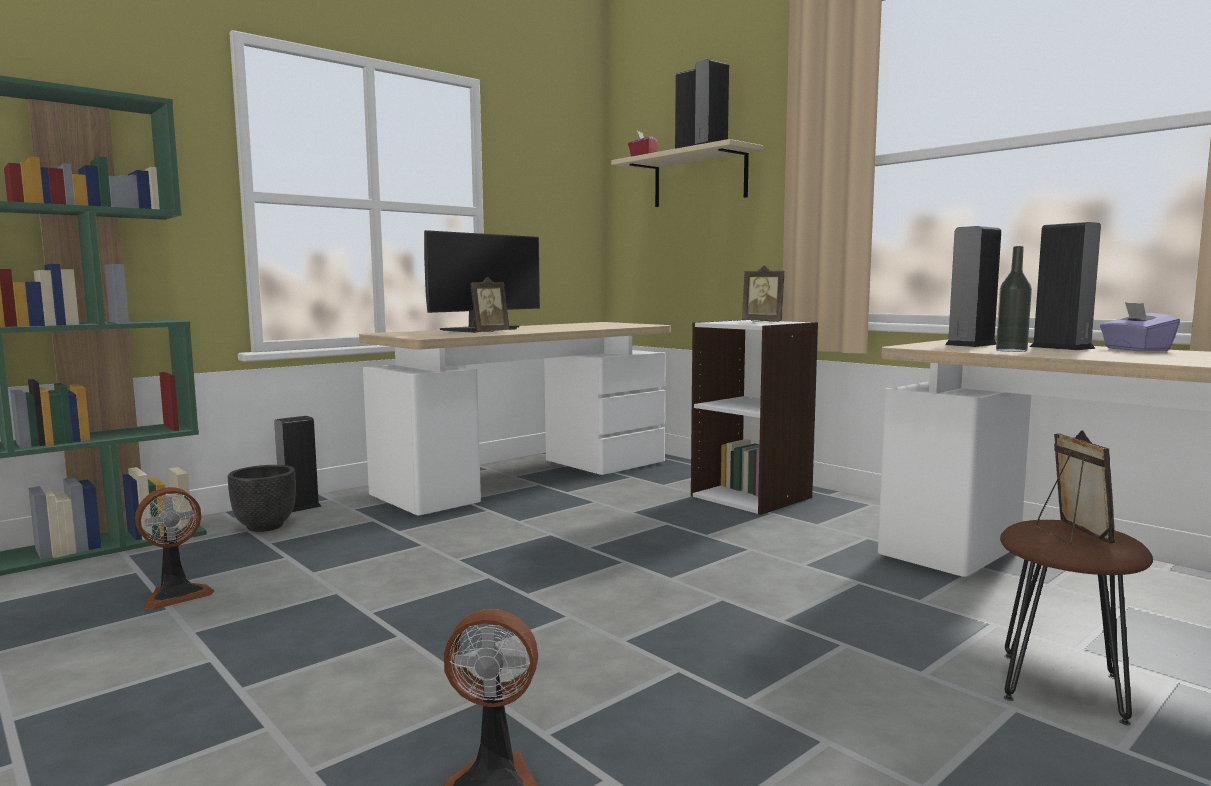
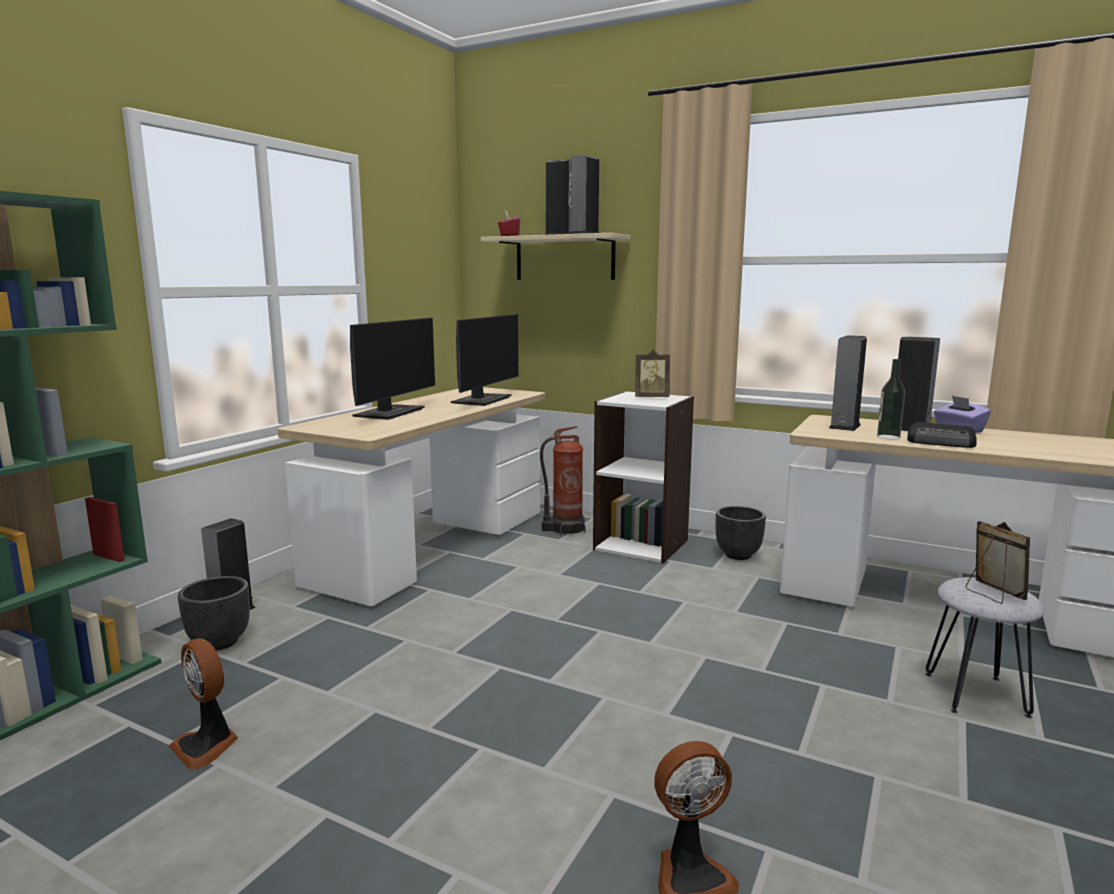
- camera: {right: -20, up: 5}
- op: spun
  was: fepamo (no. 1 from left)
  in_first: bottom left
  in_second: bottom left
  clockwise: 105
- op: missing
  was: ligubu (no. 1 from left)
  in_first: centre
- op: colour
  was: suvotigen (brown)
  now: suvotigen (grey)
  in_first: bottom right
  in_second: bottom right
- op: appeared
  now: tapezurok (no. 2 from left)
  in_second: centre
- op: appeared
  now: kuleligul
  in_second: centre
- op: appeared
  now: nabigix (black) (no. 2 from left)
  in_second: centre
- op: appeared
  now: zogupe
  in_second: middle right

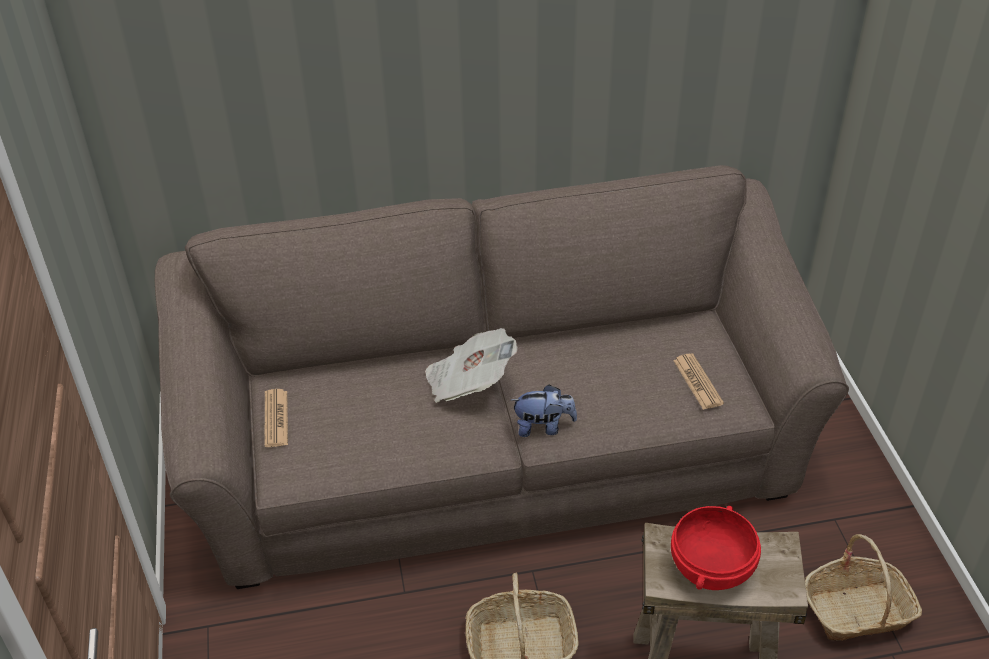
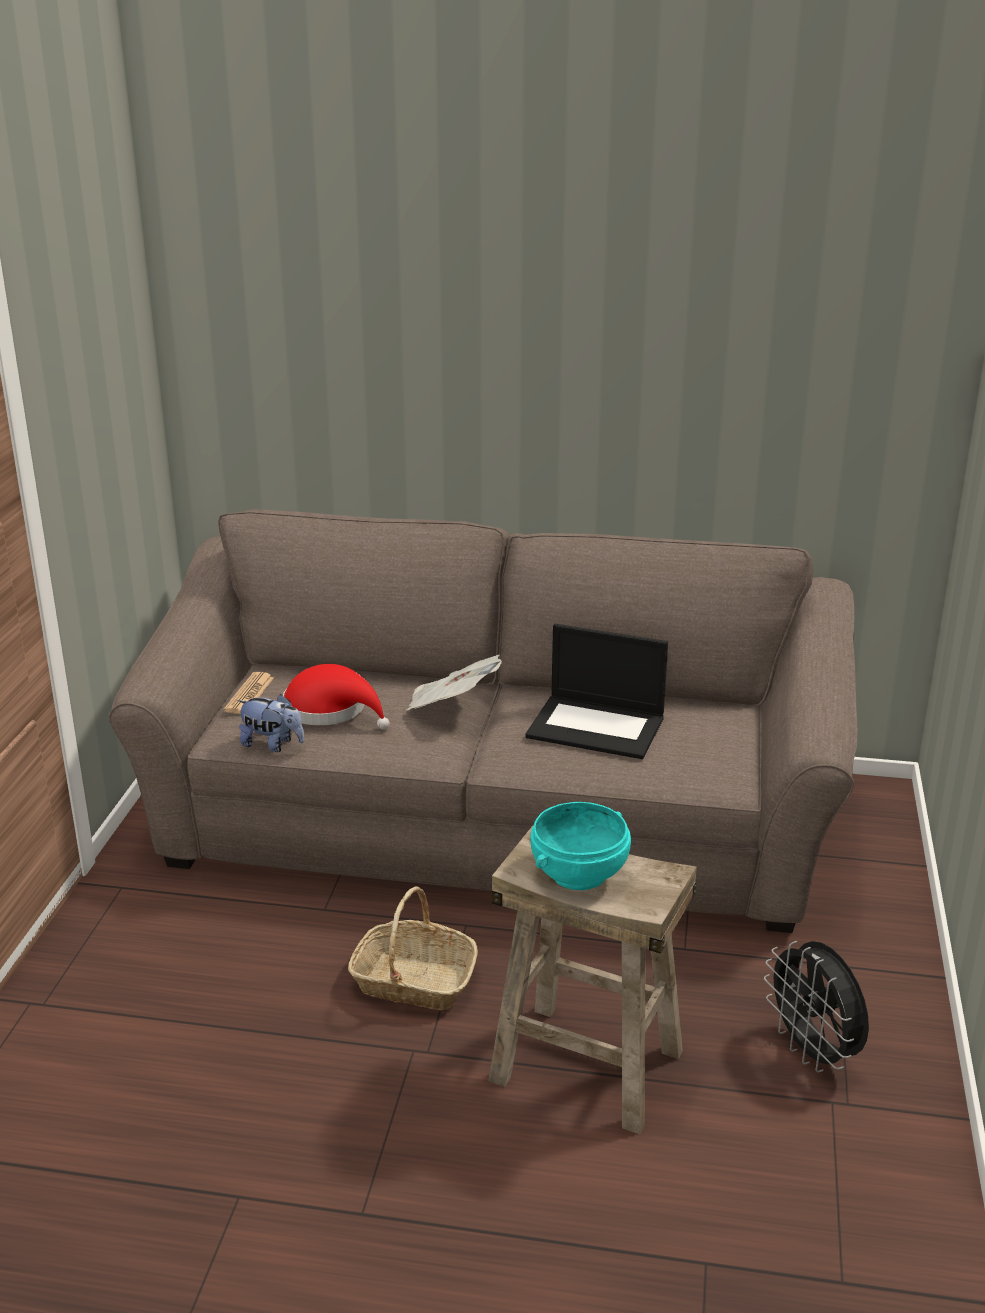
- camera: {right: 20, up: -15}
- op: relocated
  was: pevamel
  in_first: centre
  in_second: middle left
- op: colour
  was: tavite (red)
  now: tavite (turquoise)
  in_first: bottom right
  in_second: centre
- op: missing
  was: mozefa (no. 3 from left)
  in_first: middle right
- op: exchanged
  was: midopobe (no. 2 from left)
  now: fepamo (black)
  in_first: bottom right
  in_second: bottom right
- op: appeared
  now: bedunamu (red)
  in_second: centre
- op: appeared
  now: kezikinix
  in_second: centre

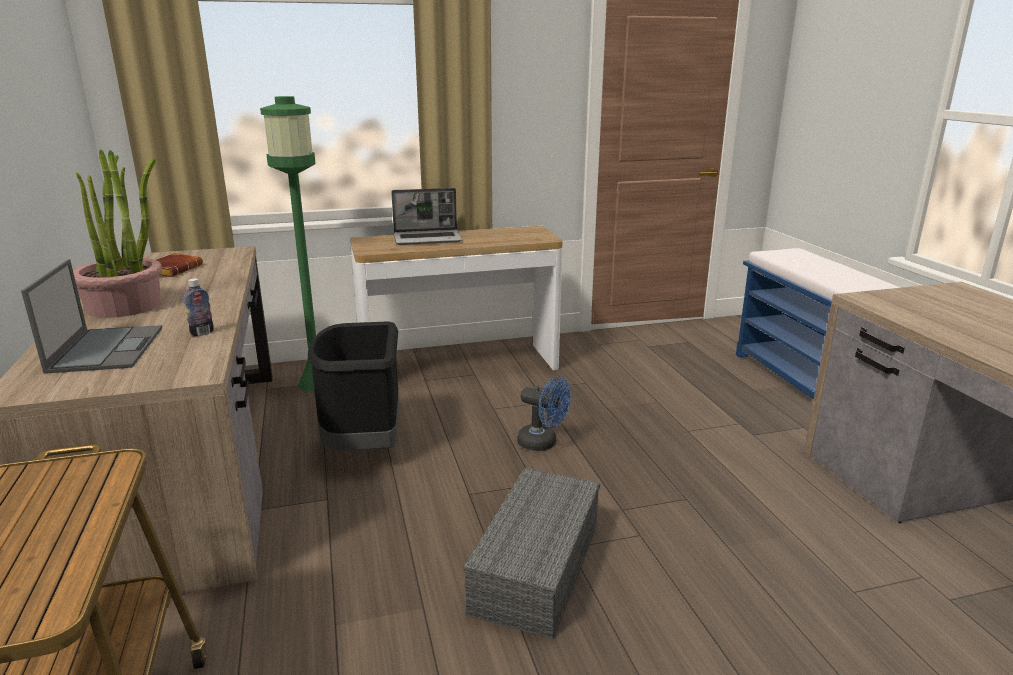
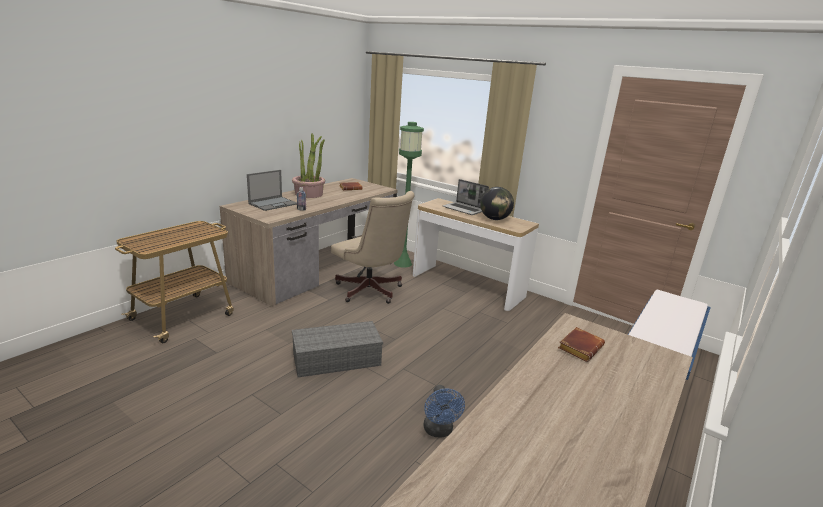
- camera: {right: 50, up: 0}
- op: exchanged
  was: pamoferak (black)
  now: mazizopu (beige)
  in_first: centre
  in_second: centre
- op: relocated
  was: fepamo (blue)
  in_first: centre
  in_second: bottom centre
- op: appeared
  now: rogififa
  in_second: centre
- op: appeared
  now: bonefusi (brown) (no. 2 from left)
  in_second: bottom right

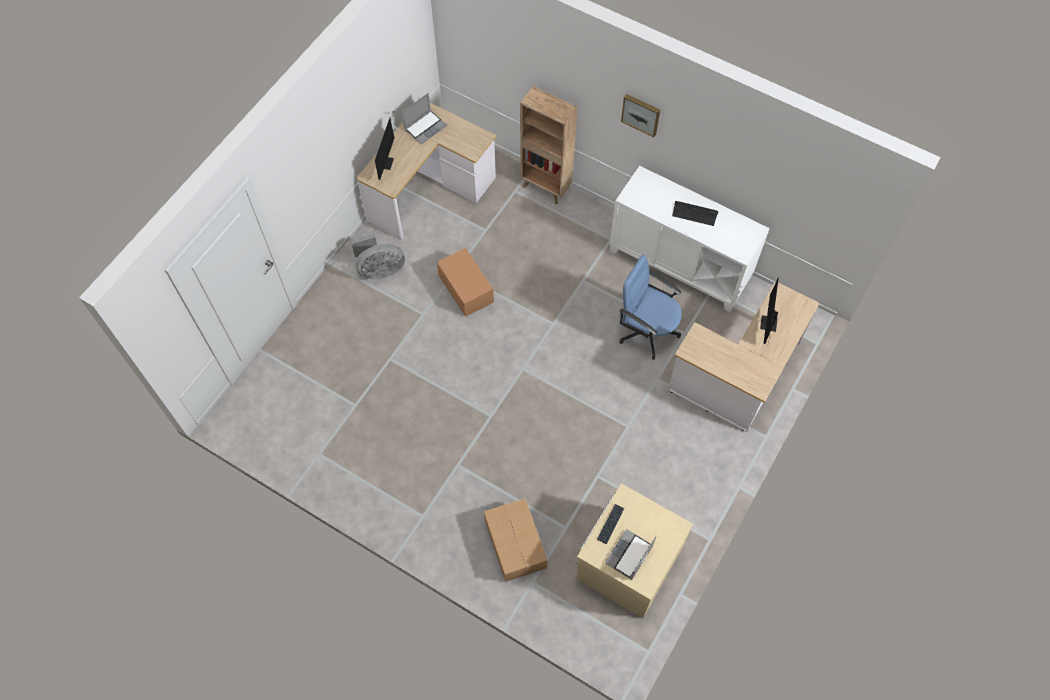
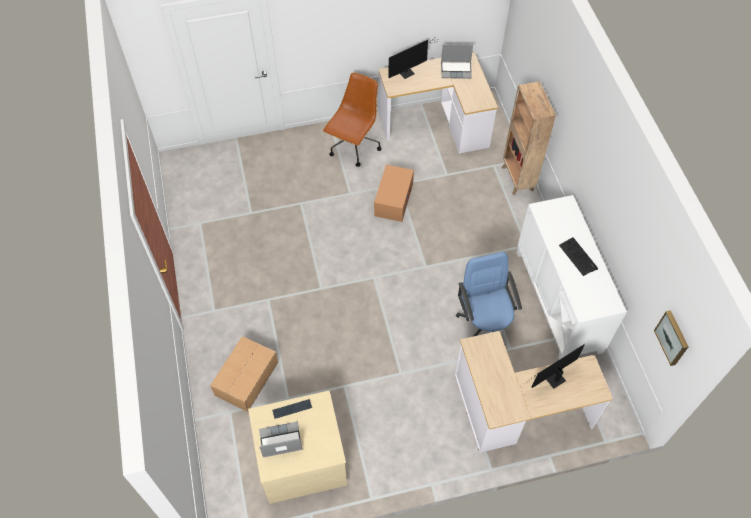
- camera: {right: 45, up: -5}
- op: exchanged
  was: fepamo (grey)
  now: mazizopu (brown)
  in_first: centre
  in_second: top centre
- op: relocated
  was: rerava
  in_first: top centre
  in_second: middle right

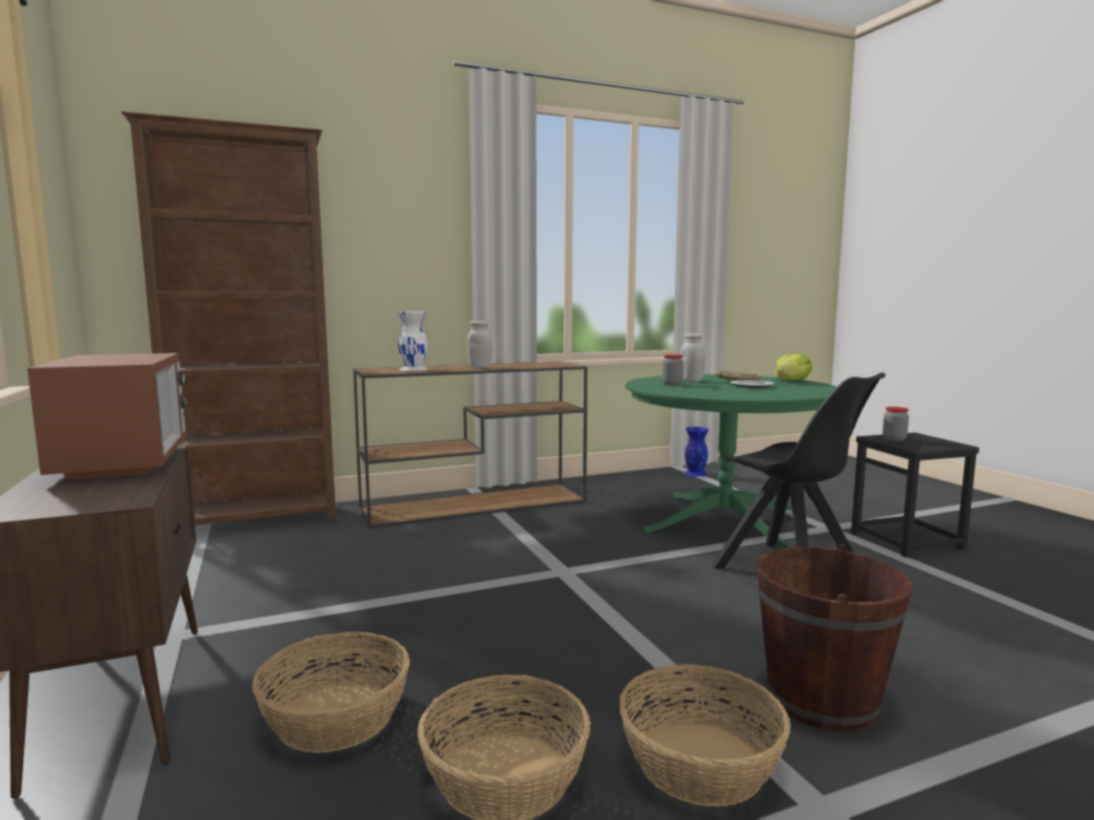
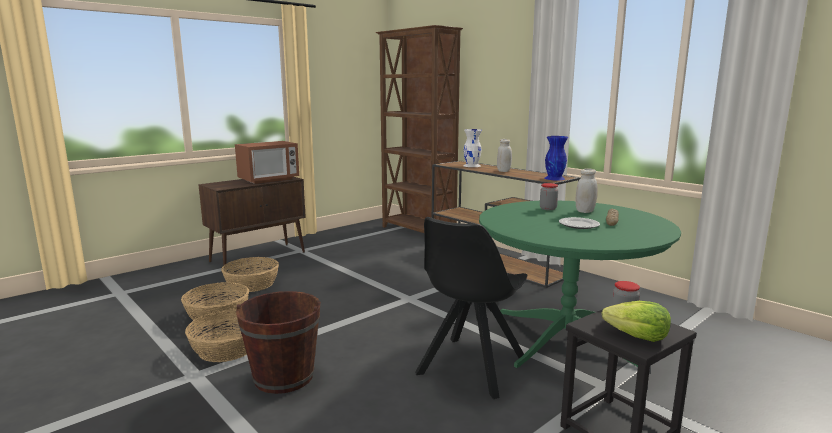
- camera: {right: 70, up: 5}
- op: relocated
  was: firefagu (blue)
  in_first: centre
  in_second: middle right
- op: relocated
  was: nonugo
  in_first: middle right
  in_second: bottom right

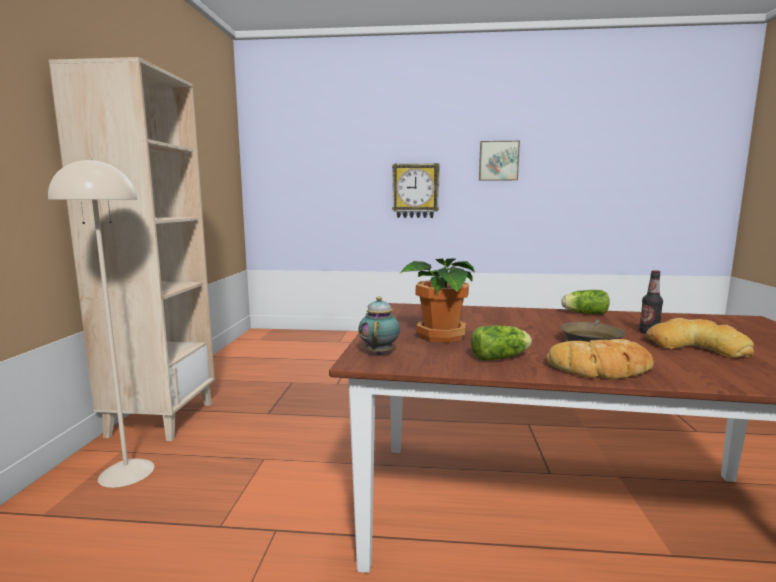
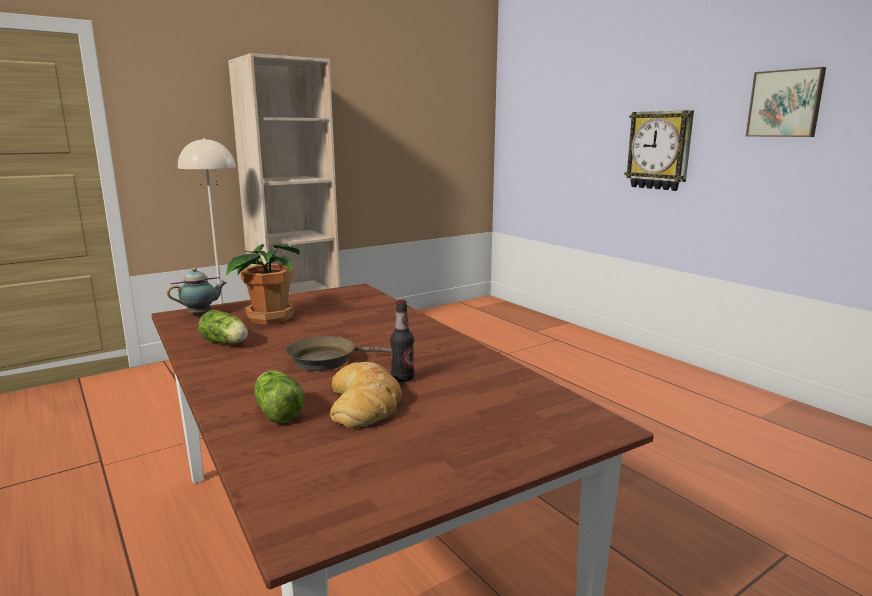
- camera: {right: 50, up: 5}
- op: missing
  was: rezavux (no. 1 from left)
  in_first: middle right
- op: relocated
  was: nonugo (no. 2 from left)
  in_first: middle right
  in_second: middle left

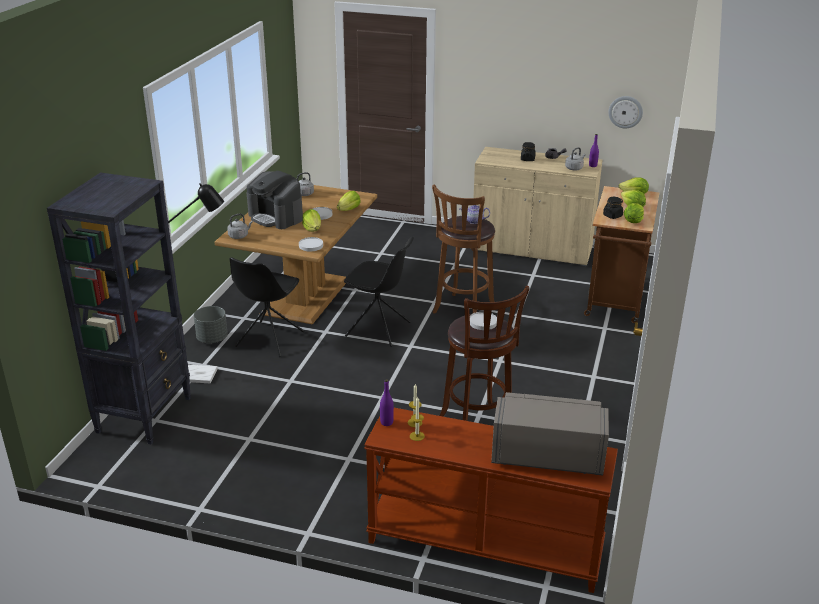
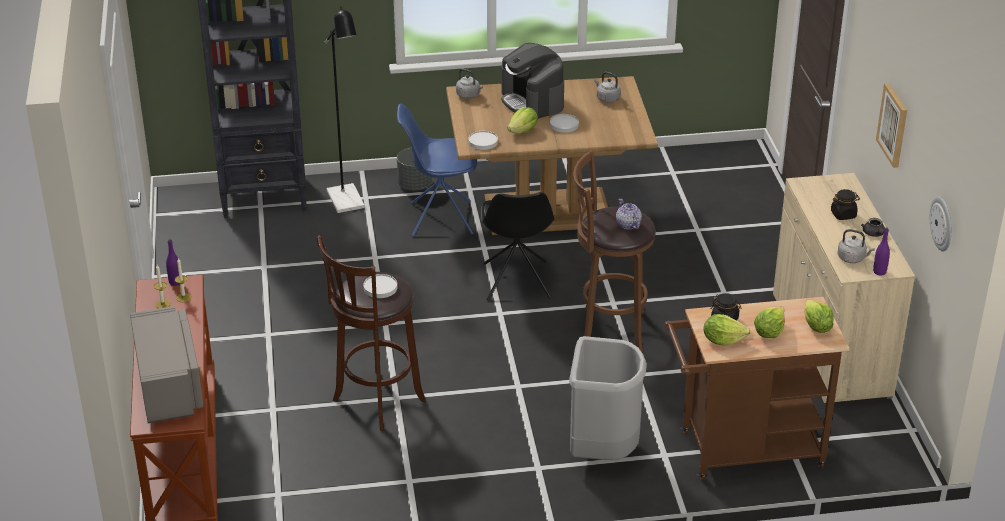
- camera: {right: 65, up: 5}
- op: colour
  was: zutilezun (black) (no. 1 from left)
  now: zutilezun (blue)
  in_first: middle left
  in_second: top centre
- op: spun
  was: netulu
  in_first: top centre
  in_second: top centre
  clockwise: -45
- op: missing
  was: nonugo (no. 2 from left)
  in_first: top centre
- op: appeared
  now: pamoferak (grey)
  in_second: bottom centre
- op: appeared
  now: rerava
  in_second: top right

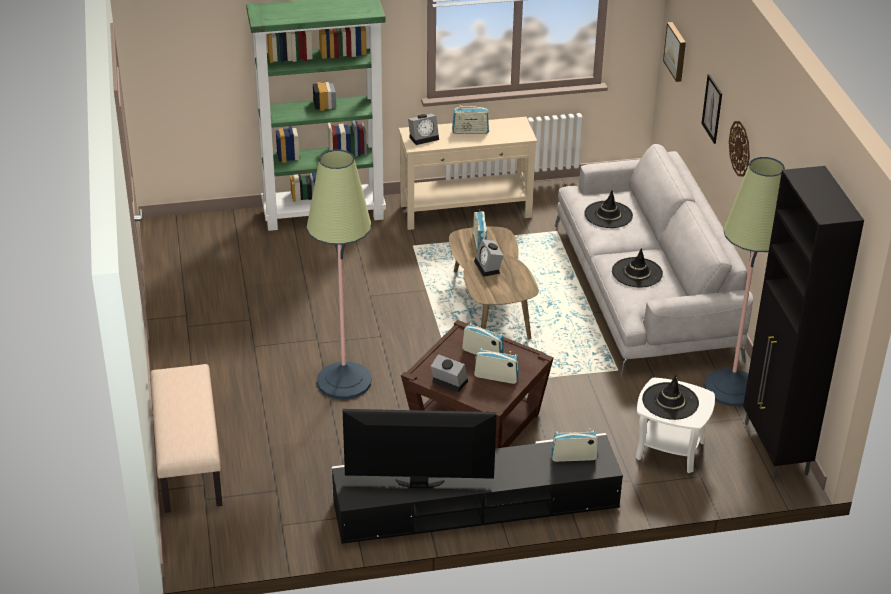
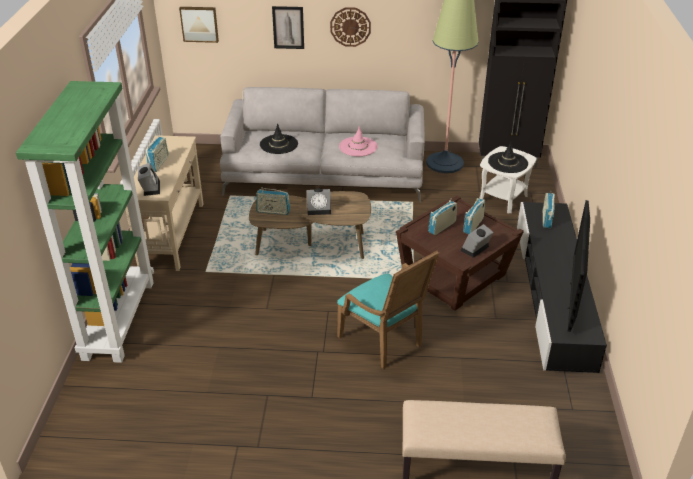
- camera: {right: -75, up: 0}
- op: exchanged
  was: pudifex (no. 1 from left)
  now: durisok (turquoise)
  in_first: centre
  in_second: centre
- op: colour
  was: bedunamu (black) (no. 2 from left)
  now: bedunamu (pink)
  in_first: middle right
  in_second: top centre

